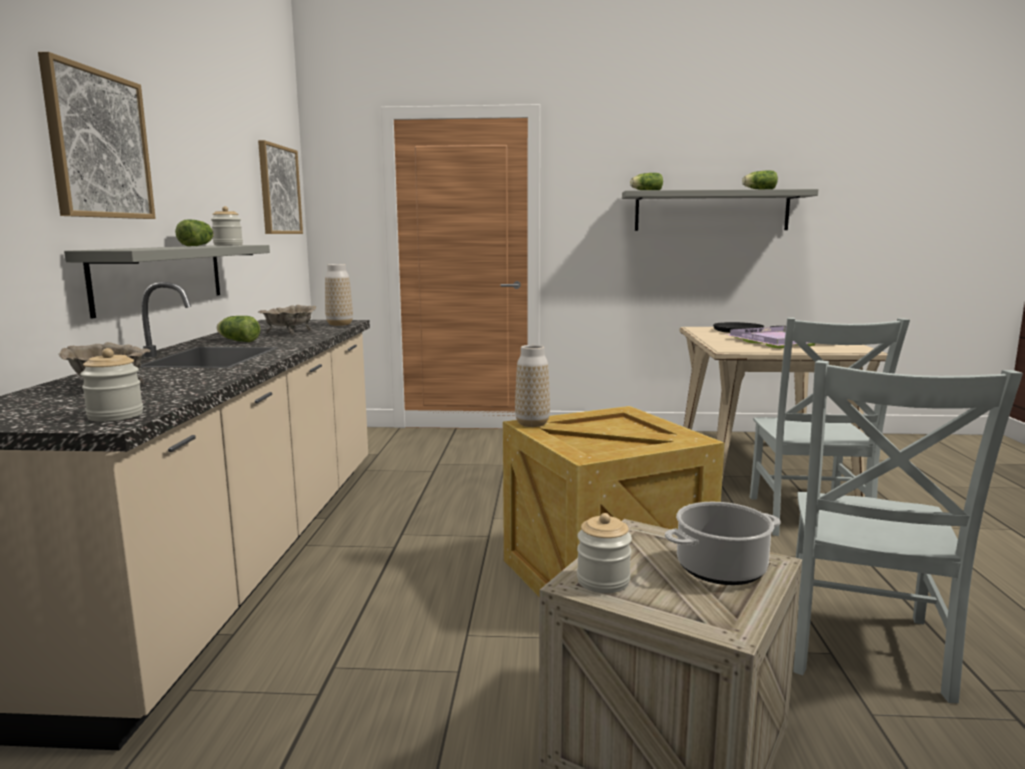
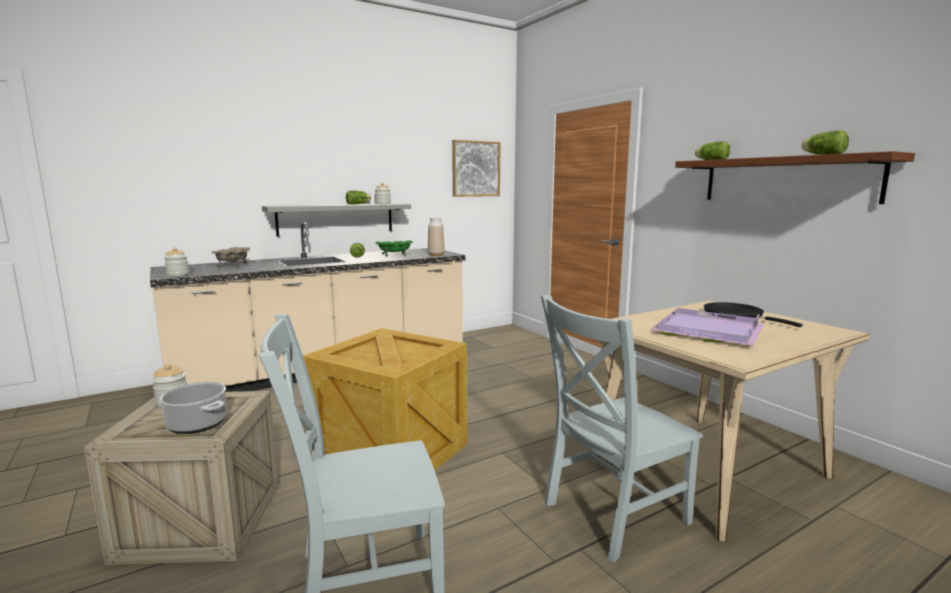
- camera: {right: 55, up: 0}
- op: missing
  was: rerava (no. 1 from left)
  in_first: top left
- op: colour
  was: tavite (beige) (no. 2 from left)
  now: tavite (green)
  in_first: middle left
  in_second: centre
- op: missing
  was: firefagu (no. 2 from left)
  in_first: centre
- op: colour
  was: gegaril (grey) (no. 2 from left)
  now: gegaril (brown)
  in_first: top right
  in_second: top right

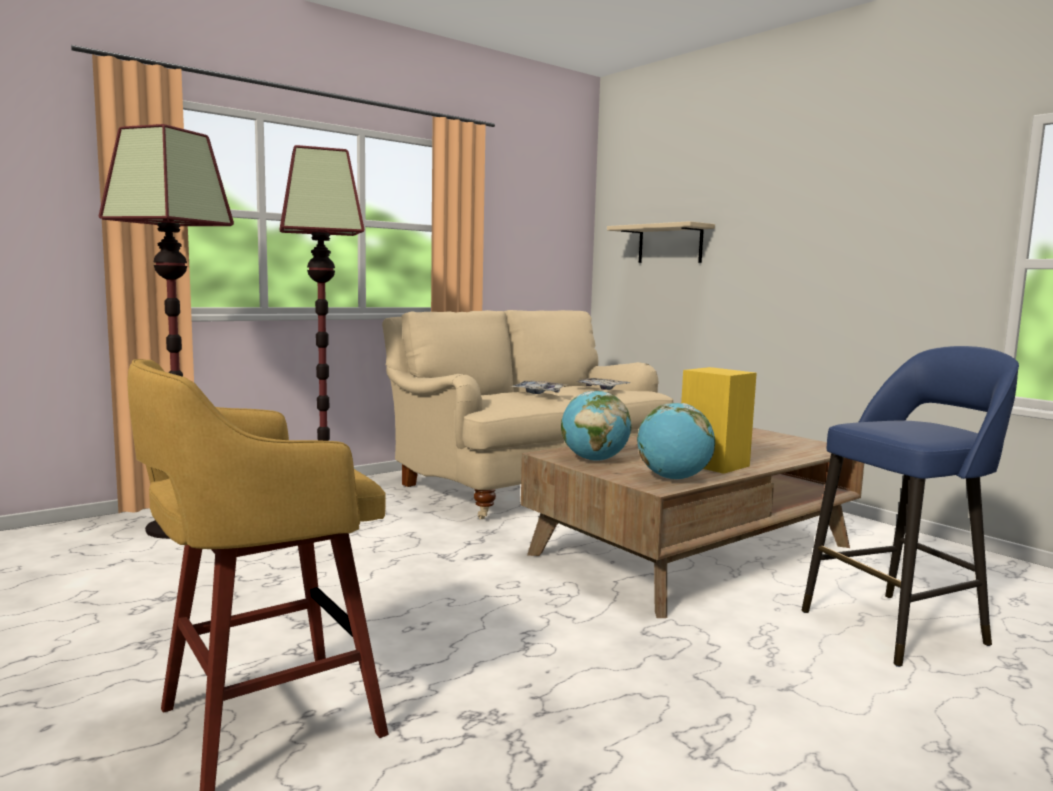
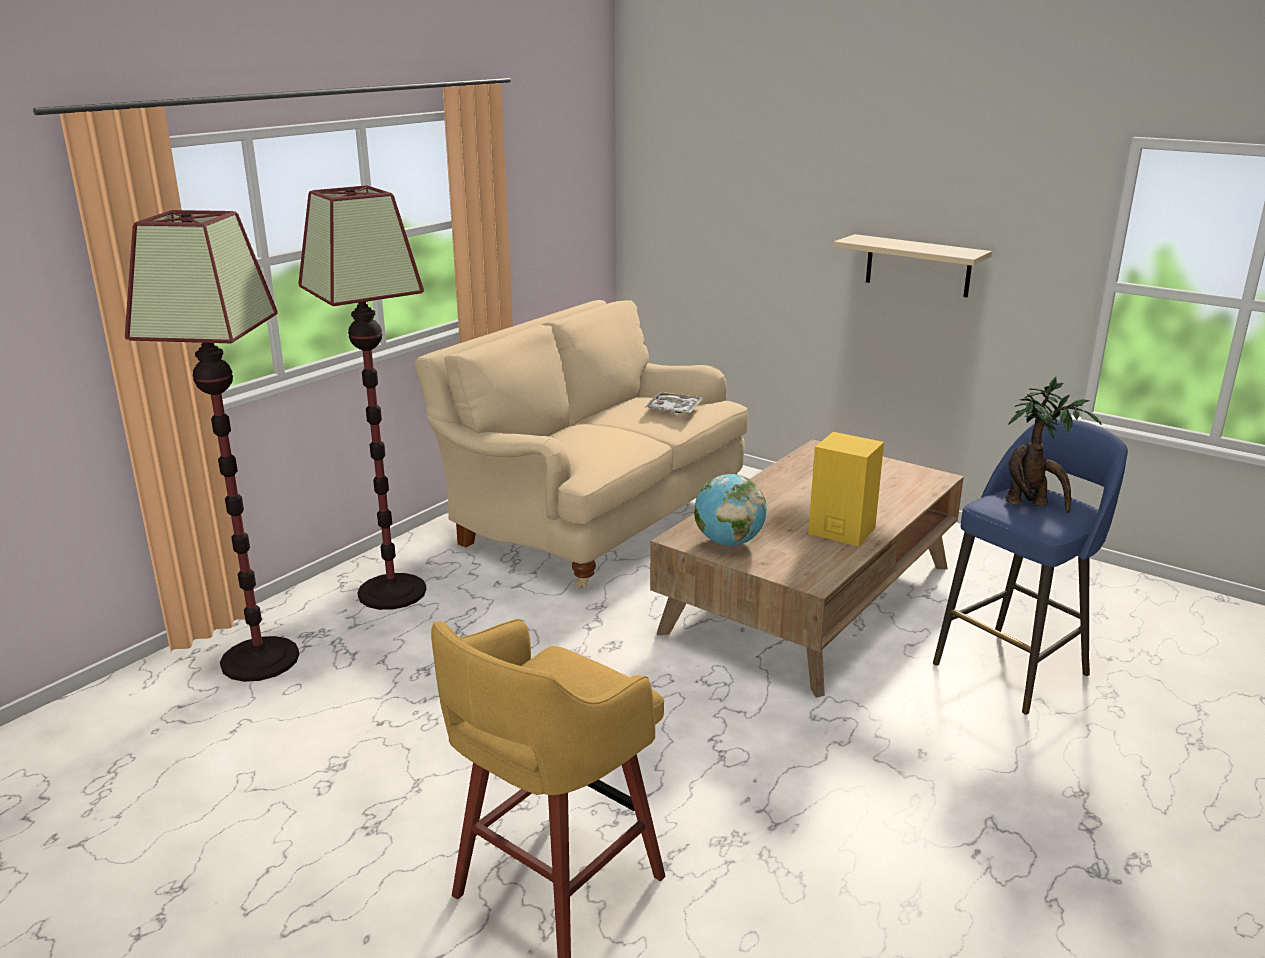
- camera: {right: -15, up: 15}
- op: missing
  was: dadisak (no. 1 from left)
  in_first: centre
- op: relocated
  was: gegaril (beige)
  in_first: top centre
  in_second: top right
- op: missing
  was: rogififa (no. 2 from left)
  in_first: centre
- op: appeared
  now: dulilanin
  in_second: middle right

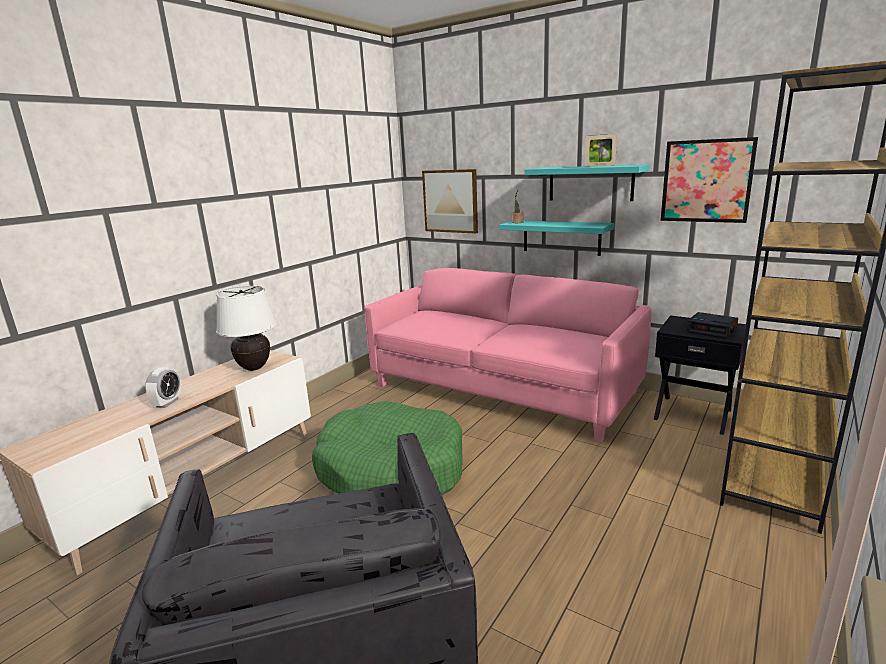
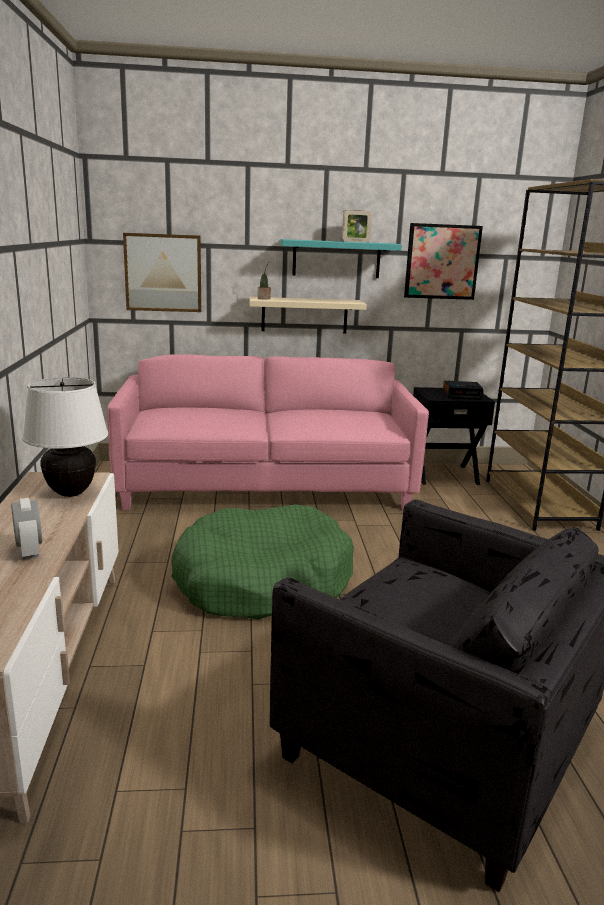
- camera: {right: -40, up: 0}
- op: colour
  was: gegaril (turquoise) (no. 1 from left)
  now: gegaril (beige)
  in_first: centre
  in_second: centre

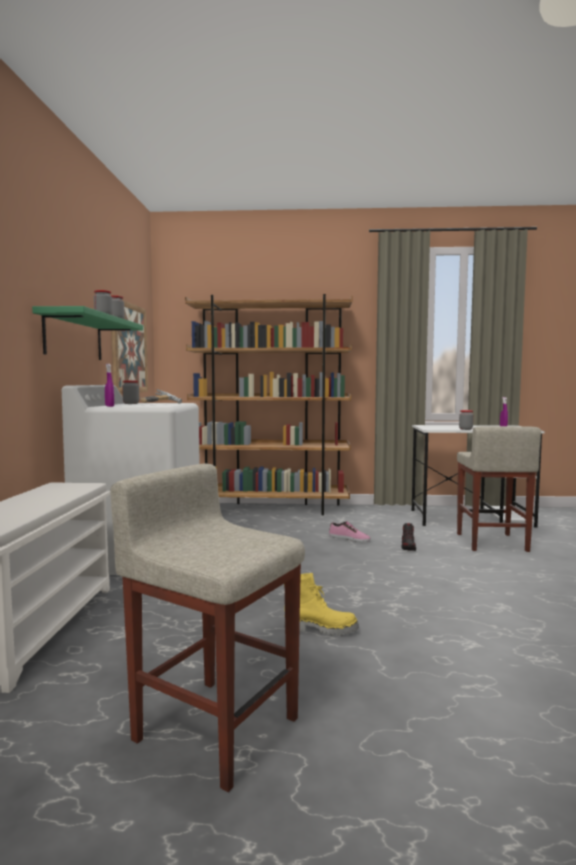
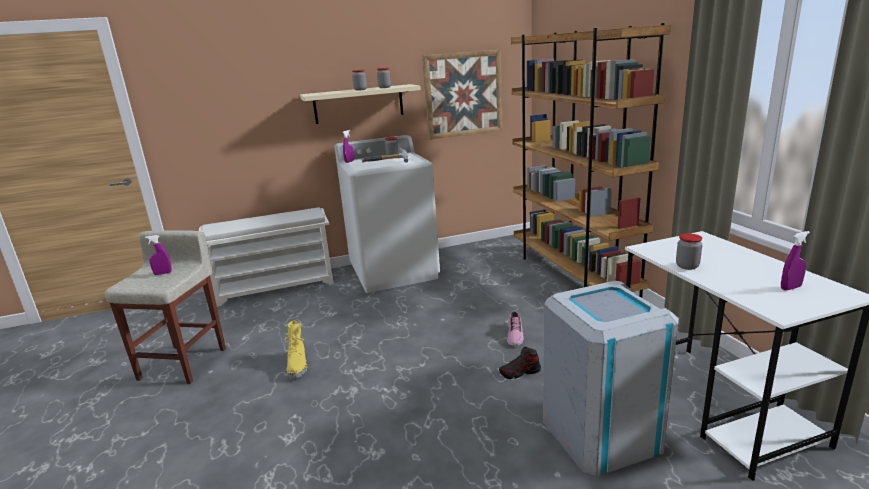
- camera: {right: 70, up: 15}
- op: colour
  was: gegaril (green)
  now: gegaril (beige)
  in_first: middle left
  in_second: top centre
- op: exchanged
  was: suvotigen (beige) (no. 2 from left)
  now: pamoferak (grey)
  in_first: middle right
  in_second: bottom right
- op: appeared
  now: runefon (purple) (no. 1 from left)
  in_second: middle left

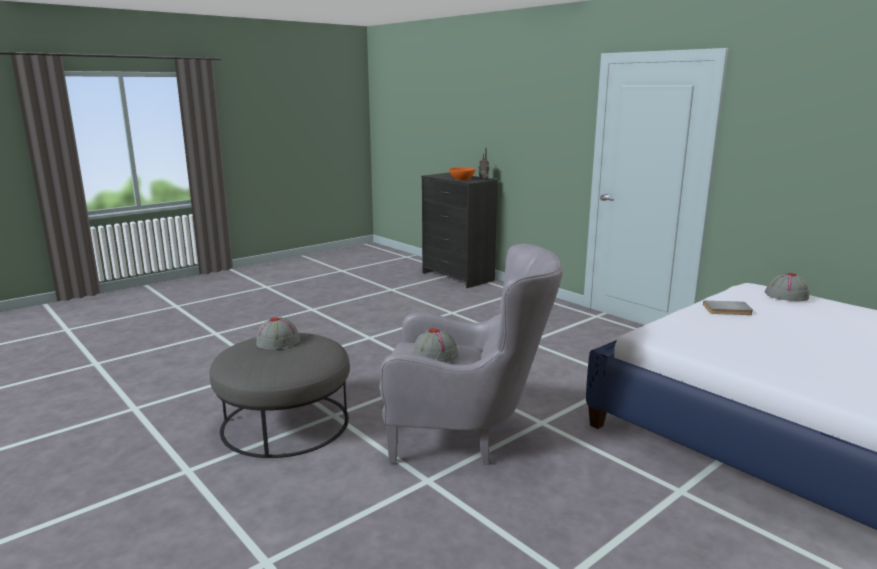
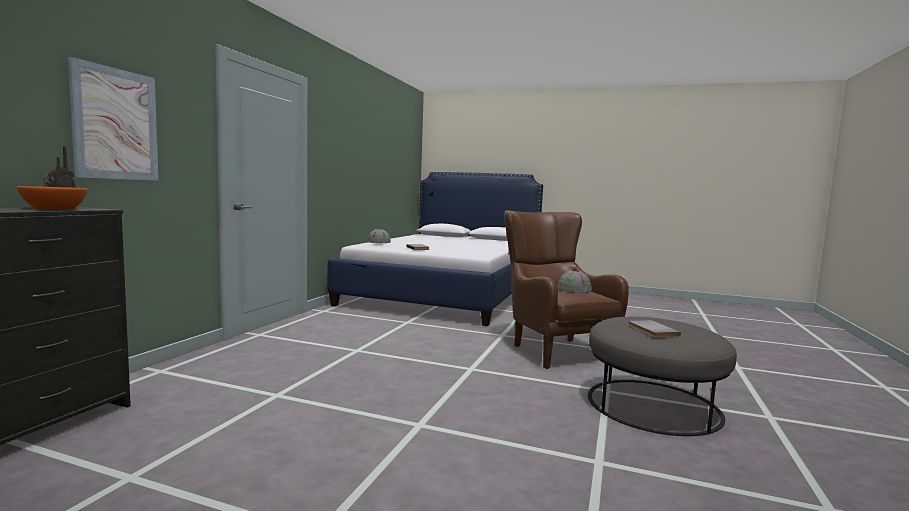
- camera: {right: -120, up: -10}
- op: exchanged
  was: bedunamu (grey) (no. 1 from left)
  now: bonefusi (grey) (no. 2 from left)
  in_first: middle left
  in_second: middle right
- op: colour
  was: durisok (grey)
  now: durisok (brown)
  in_first: centre
  in_second: centre
- op: appeared
  now: rerava
  in_second: top left

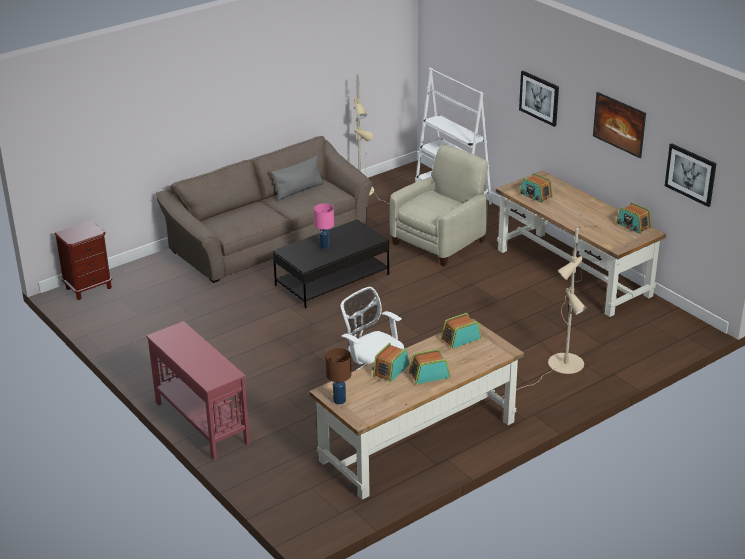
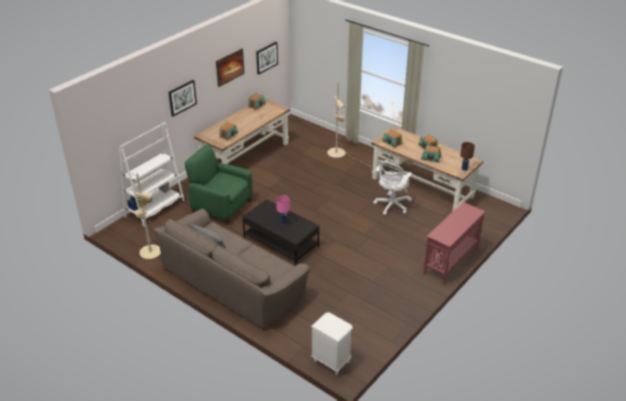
- camera: {right: -105, up: 5}
- op: colour
  was: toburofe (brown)
  now: toburofe (white)
  in_first: middle left
  in_second: bottom centre
- op: colour
  was: durisok (beige)
  now: durisok (green)
  in_first: centre
  in_second: centre

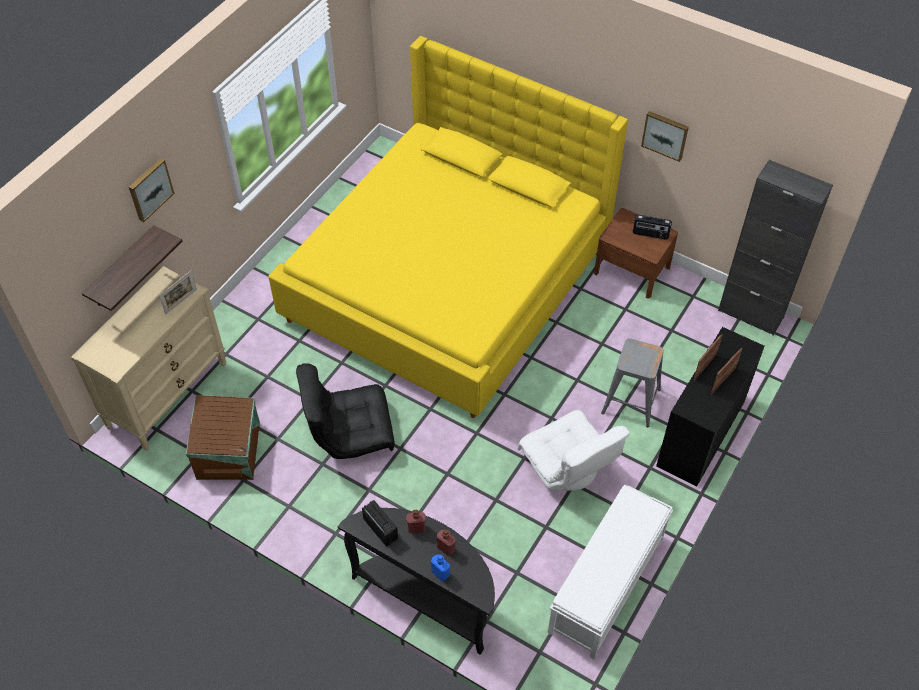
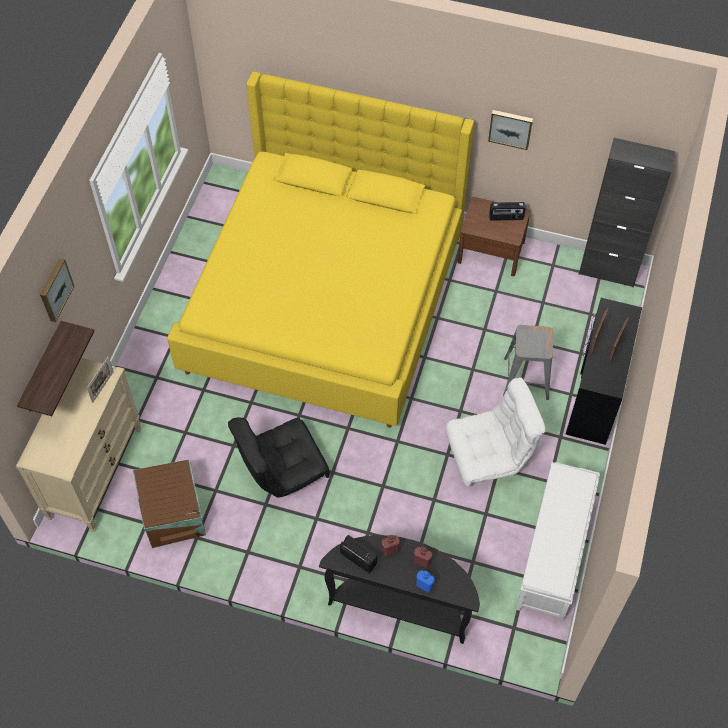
- camera: {right: -15, up: 5}
- op: spun
  was: durisok (white)
  in_first: centre
  in_second: middle right
  clockwise: -60

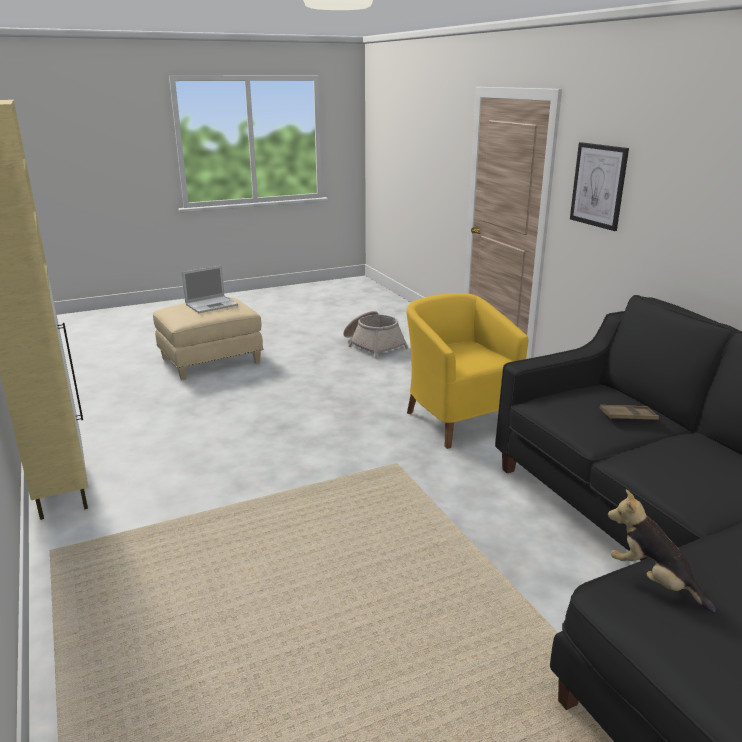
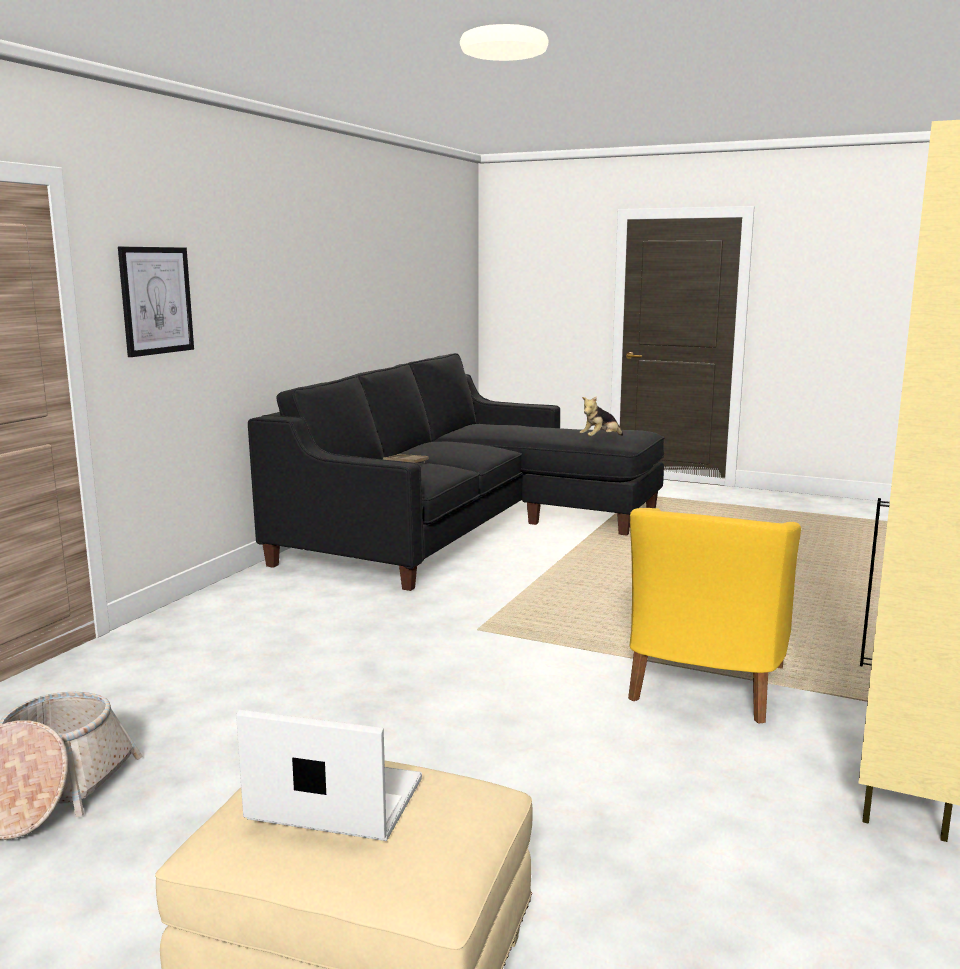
- camera: {right: -130, up: -10}
- op: relocated
  was: durisok (yellow)
  in_first: centre
  in_second: middle right
- op: spun
  was: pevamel
  in_first: bottom right
  in_second: centre
  clockwise: 45

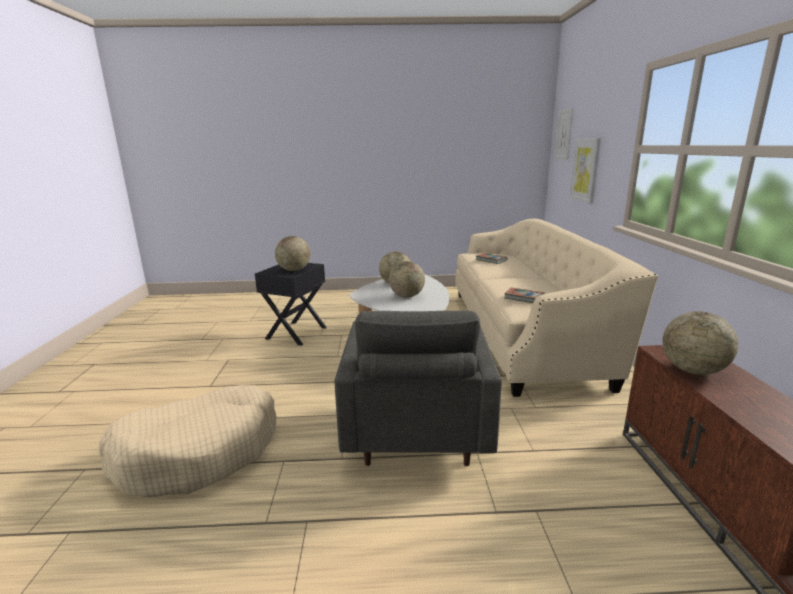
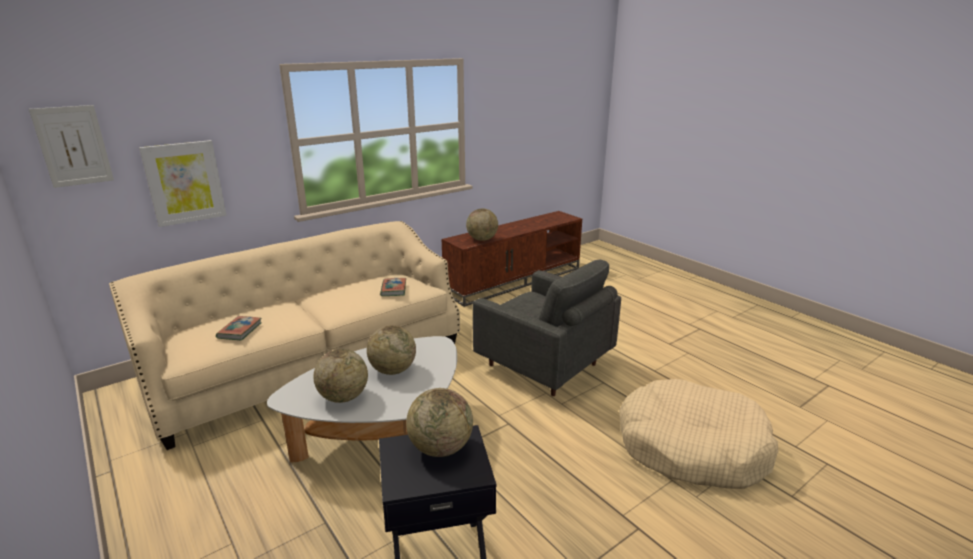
- camera: {right: -125, up: 5}
- op: spun
  was: durisok (grey)
  in_first: centre
  in_second: centre
  clockwise: 75

